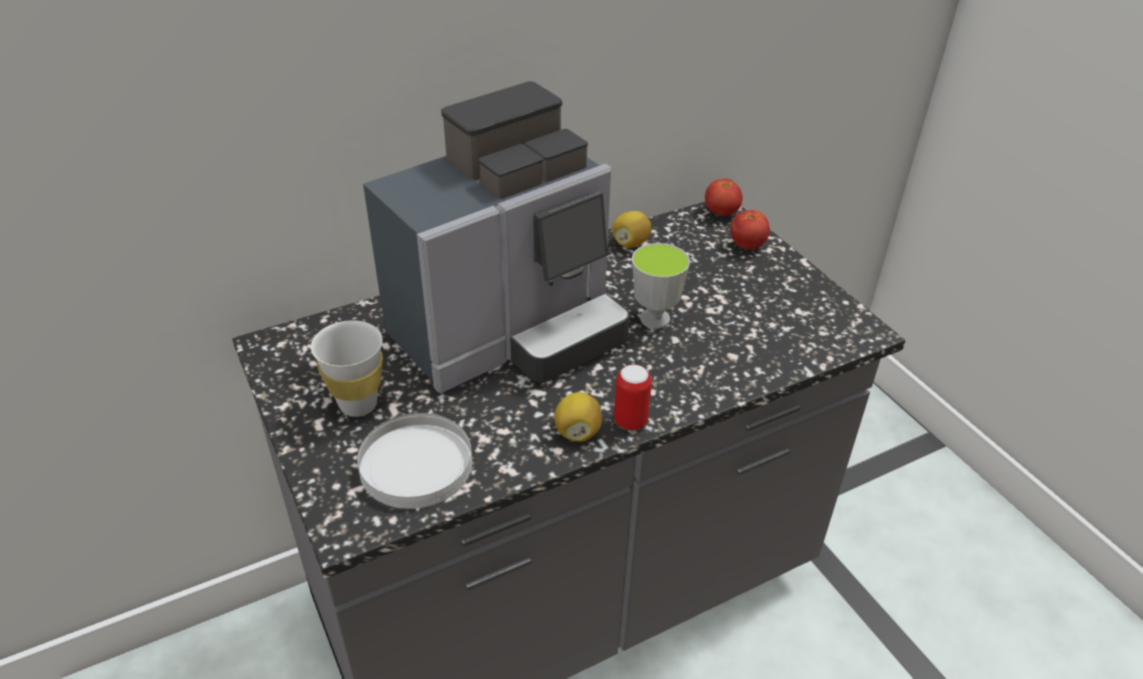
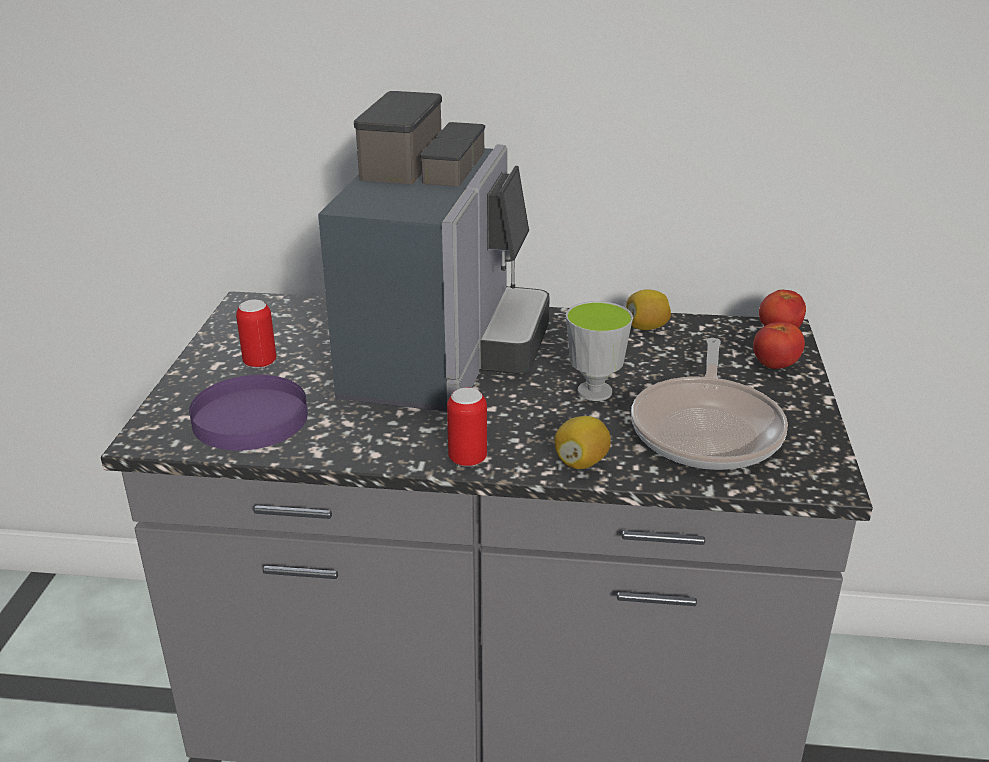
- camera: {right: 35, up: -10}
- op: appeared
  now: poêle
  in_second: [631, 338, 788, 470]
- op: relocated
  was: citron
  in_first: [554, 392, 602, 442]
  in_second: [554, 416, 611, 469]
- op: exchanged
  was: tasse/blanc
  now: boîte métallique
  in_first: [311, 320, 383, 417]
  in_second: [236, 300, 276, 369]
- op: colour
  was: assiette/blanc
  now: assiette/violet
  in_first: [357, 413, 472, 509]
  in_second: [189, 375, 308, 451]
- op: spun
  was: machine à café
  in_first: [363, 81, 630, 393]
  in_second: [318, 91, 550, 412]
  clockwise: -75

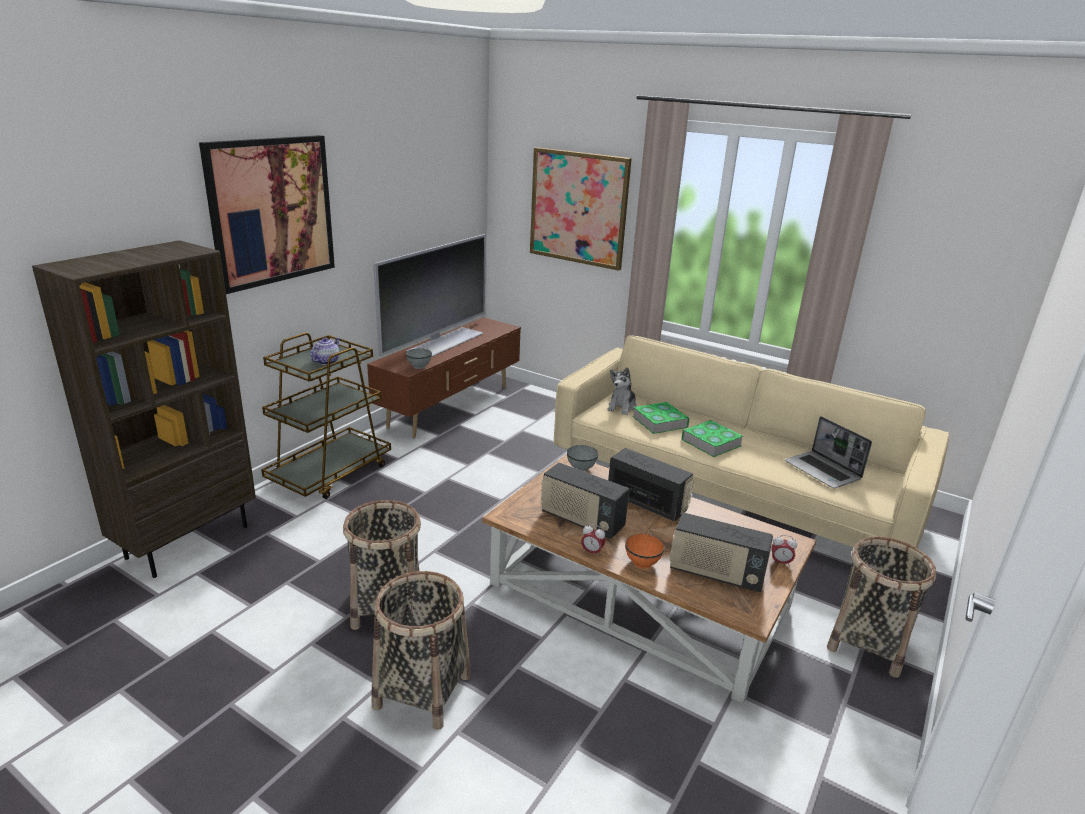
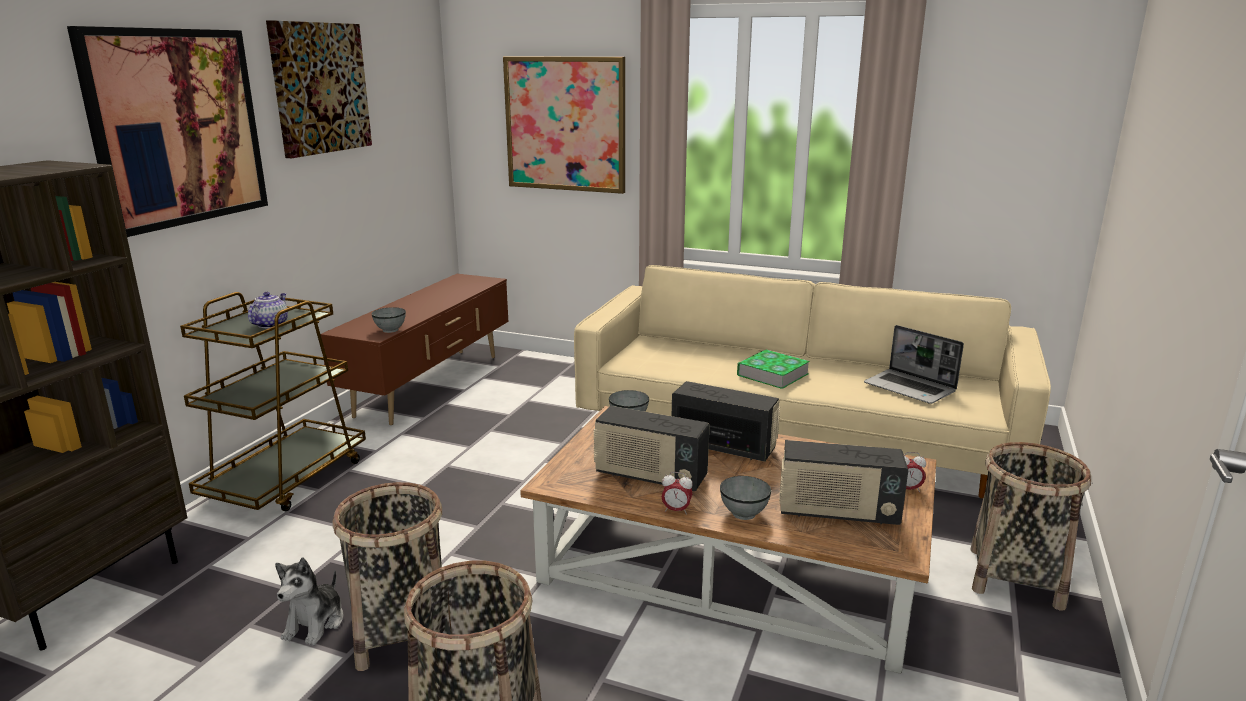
- camera: {right: -10, up: -5}
- op: missing
  was: téléviseur
  in_first: [373, 234, 486, 357]
- op: missing
  was: livre
  in_first: [632, 402, 690, 434]
- op: appeared
  now: tableau
  in_second: [266, 20, 372, 158]
- op: relocated
  was: peluche
  in_first: [607, 367, 637, 415]
  in_second: [275, 558, 344, 645]
- op: colour
  was: bol/orange
  now: bol/gris
  in_first: [625, 533, 665, 569]
  in_second: [720, 476, 771, 520]

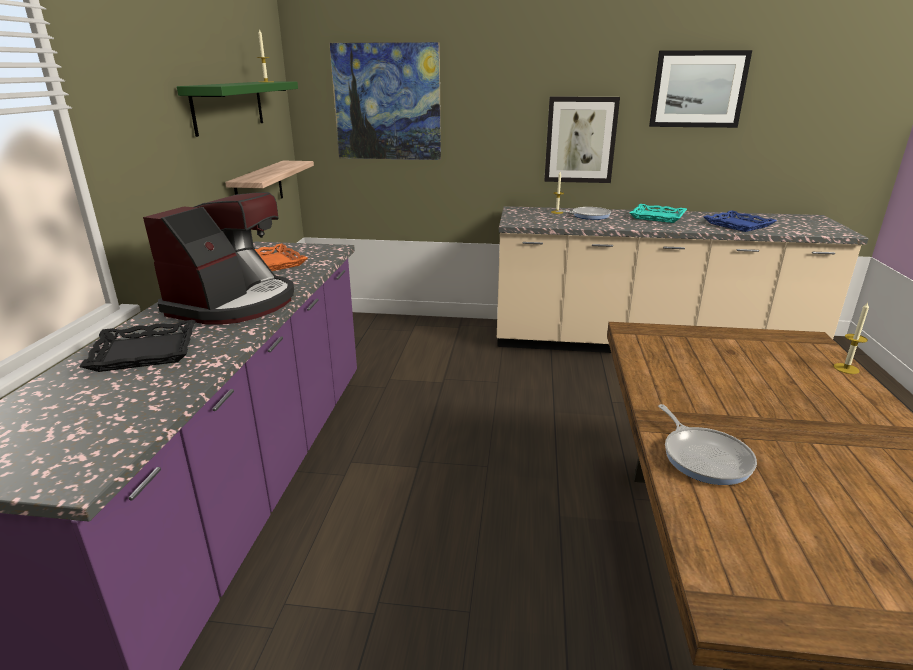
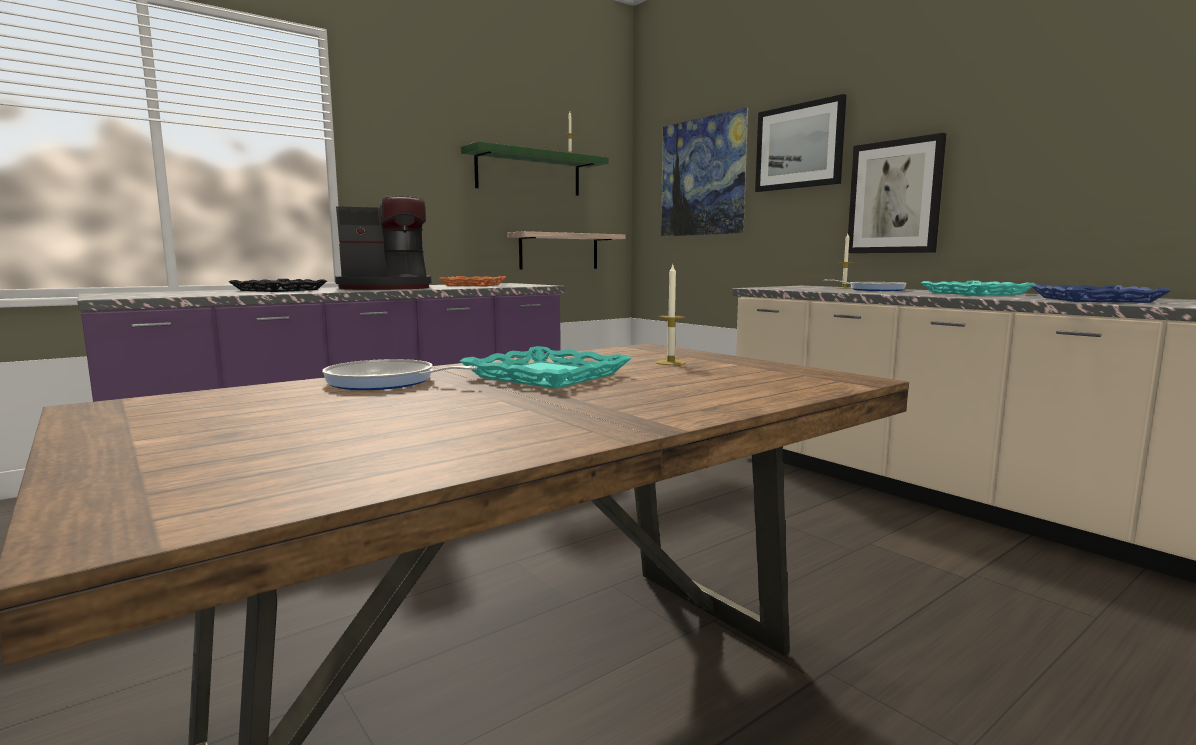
- camera: {right: 45, up: -15}
- op: appeared
  now: plateau/turquoise
  in_second: [460, 346, 632, 389]
- op: relocated
  was: tableau
  in_first: [649, 50, 752, 128]
  in_second: [755, 94, 846, 192]
- op: relocated
  was: bougie
  in_first: [834, 302, 869, 374]
  in_second: [656, 265, 686, 365]
- op: spun
  was: poêle
  in_first: [658, 404, 757, 485]
  in_second: [322, 359, 477, 390]
  clockwise: 75

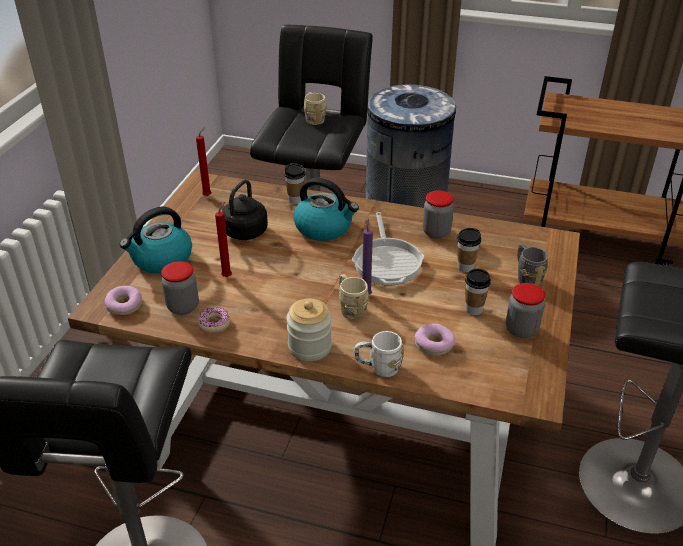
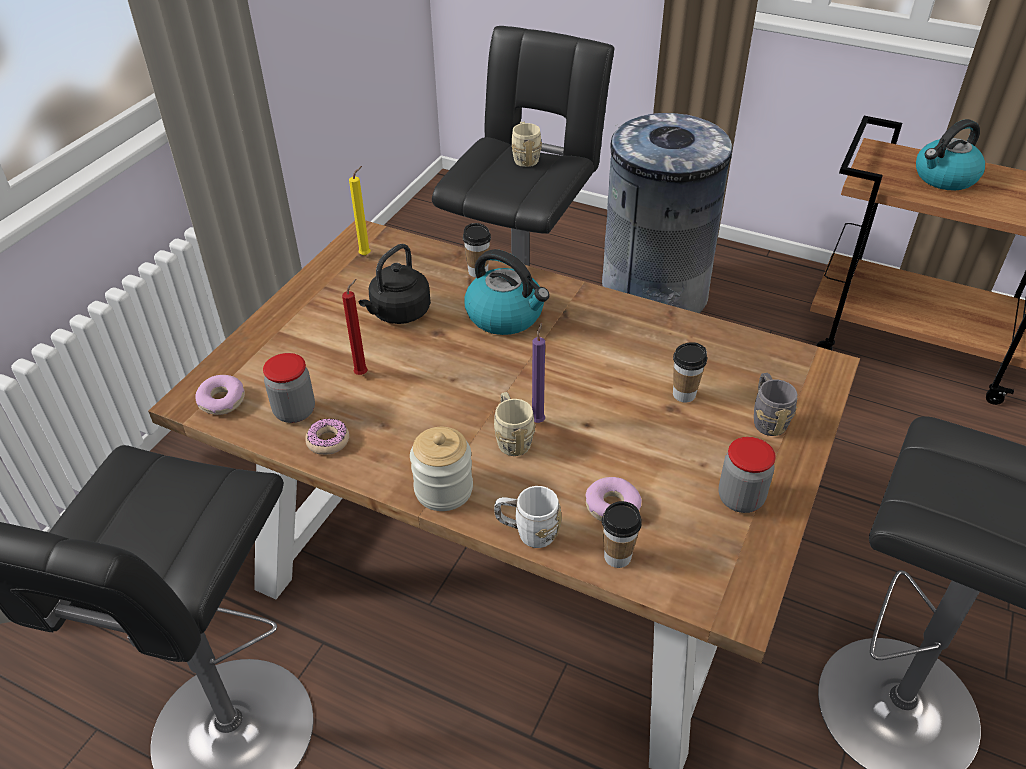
- camera: {right: 10, up: 5}
- op: missing
  was: poêle
  in_first: [352, 212, 424, 285]
- op: missing
  was: bocal
  in_first: [423, 191, 454, 239]
- op: relocated
  was: bouilloire
  in_first: [119, 206, 192, 274]
  in_second: [916, 119, 985, 191]
- op: relocated
  was: tasse
  in_first: [465, 269, 491, 315]
  in_second: [602, 501, 642, 568]
- op: colour
  was: bougie/rouge
  now: bougie/jaune
  in_first: [196, 127, 211, 196]
  in_second: [349, 166, 371, 256]

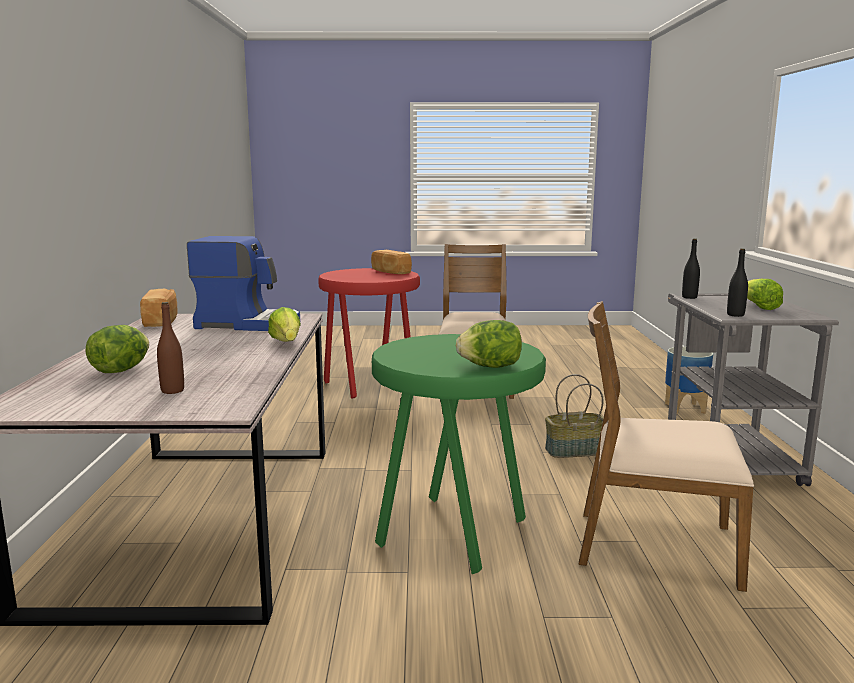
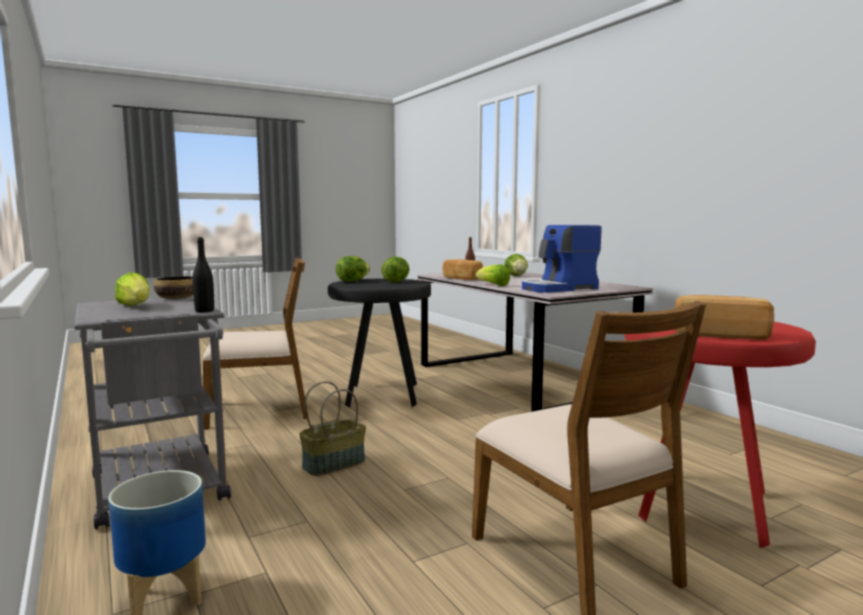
- camera: {right: 150, up: -5}
- op: appeared
  now: laitue
  in_second: [381, 256, 409, 283]
- op: relocated
  was: pain
  in_first: [140, 289, 177, 327]
  in_second: [443, 259, 483, 280]
- op: exchanged
  was: bouteille/noir
  now: bol
  in_first: [727, 248, 748, 317]
  in_second: [154, 276, 193, 299]
- op: colour
  was: tabouret/vert
  now: tabouret/noir
  in_first: [372, 334, 546, 574]
  in_second: [328, 278, 431, 408]

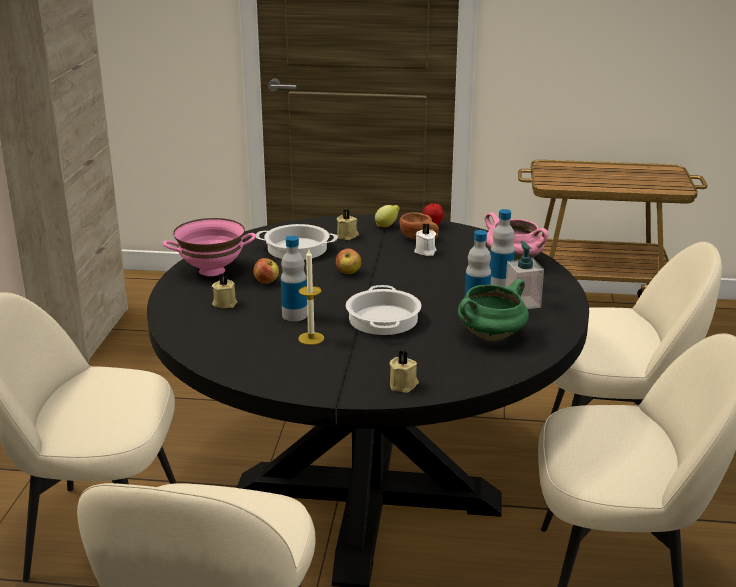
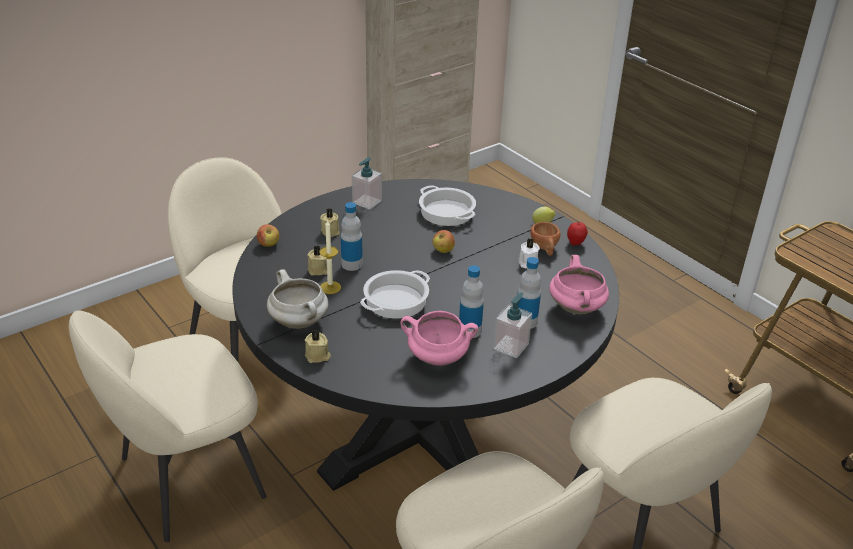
- camera: {right: 45, up: 10}
- op: appeared
  now: marmite/blanc
  in_second: [267, 269, 328, 329]
- op: relocated
  was: pomme
  in_first: [253, 258, 279, 284]
  in_second: [257, 224, 279, 247]
- op: relocated
  was: bougie/beige
  in_first: [337, 209, 359, 240]
  in_second: [307, 246, 327, 275]
- op: exchanged
  was: bol/rose
  now: distributeur de savon
  in_first: [163, 218, 256, 276]
  in_second: [352, 157, 382, 209]
- op: colour
  was: marmite/vert
  now: marmite/rose
  in_first: [458, 279, 529, 341]
  in_second: [400, 311, 478, 366]

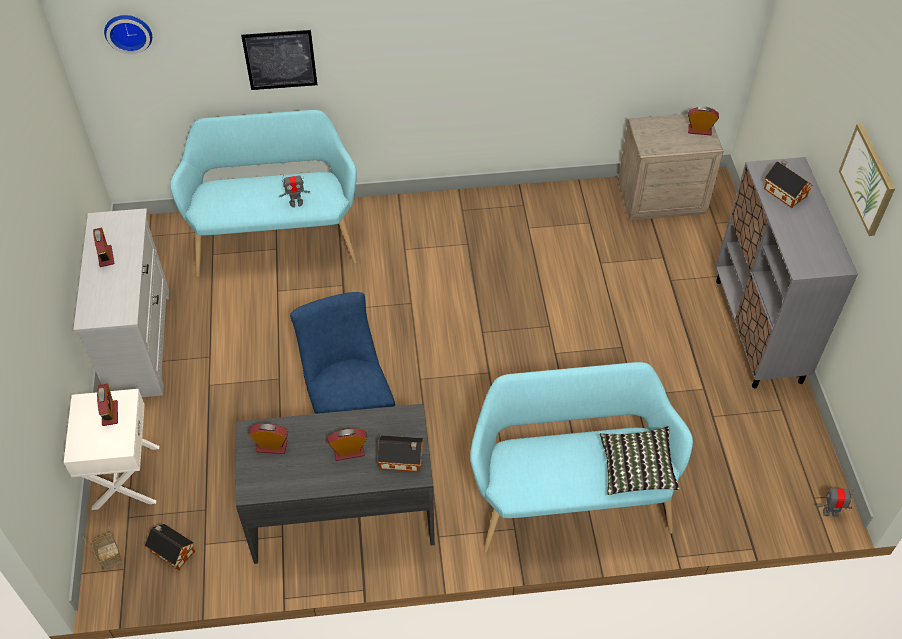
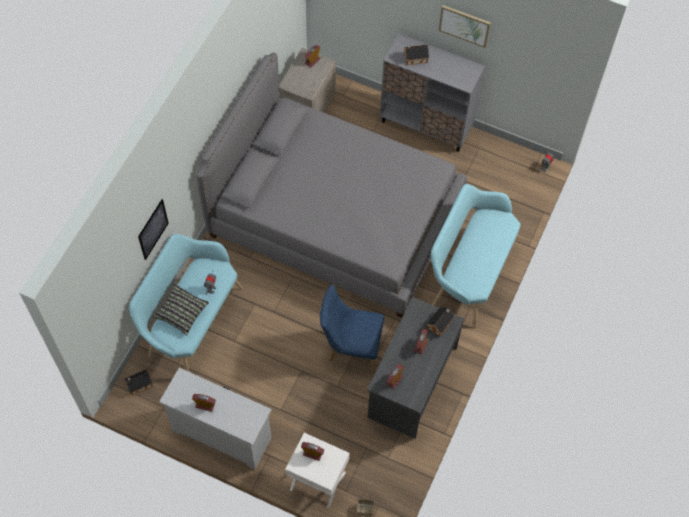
- camera: {right: -60, up: 10}
- op: missing
  was: horloge murale
  in_first: [104, 15, 152, 54]
- op: appeared
  now: lit/gris
  in_second: [196, 52, 467, 318]
- op: relocated
  was: maison miniature
  in_first: [145, 524, 195, 570]
  in_second: [124, 369, 153, 395]
- op: relocated
  was: coussin
  in_first: [600, 427, 680, 495]
  in_second: [153, 283, 209, 335]

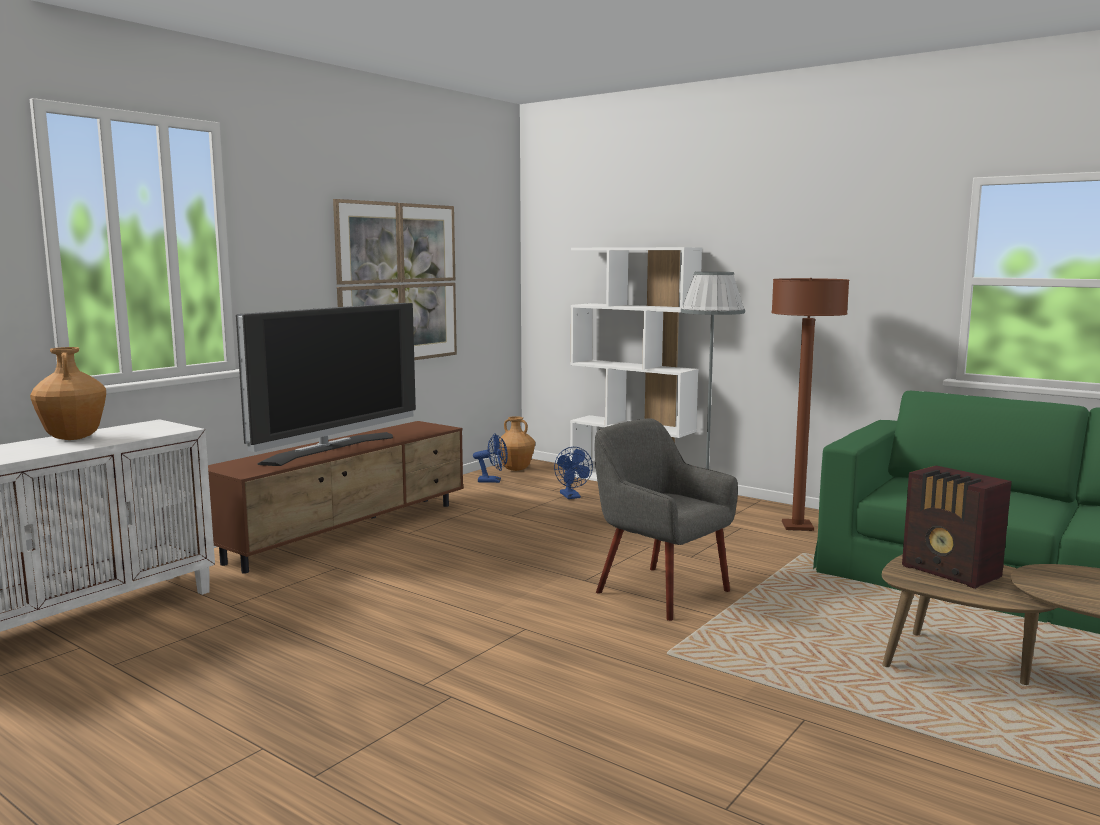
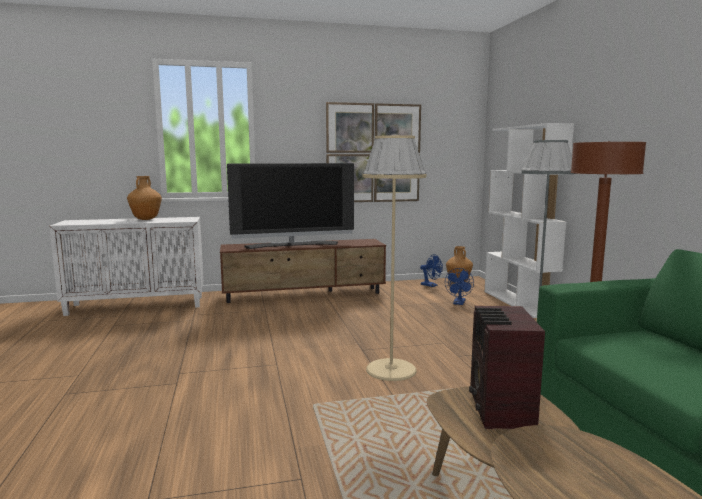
- camera: {right: 40, up: 0}
- op: exchanged
  was: fauteuil/gris
  now: lampadaire/beige
  in_first: [595, 418, 738, 621]
  in_second: [362, 135, 426, 381]

